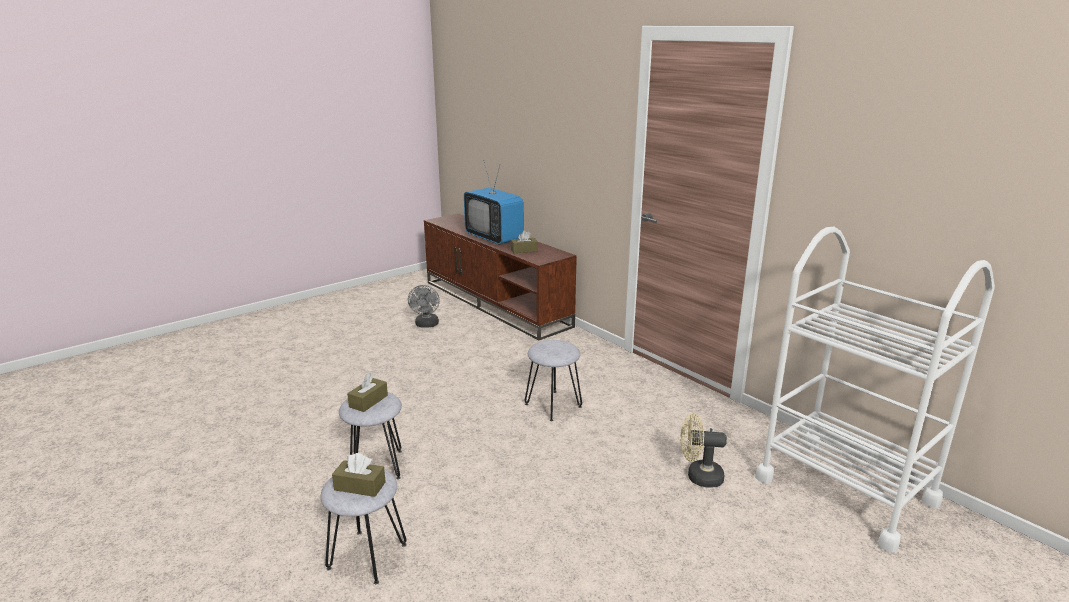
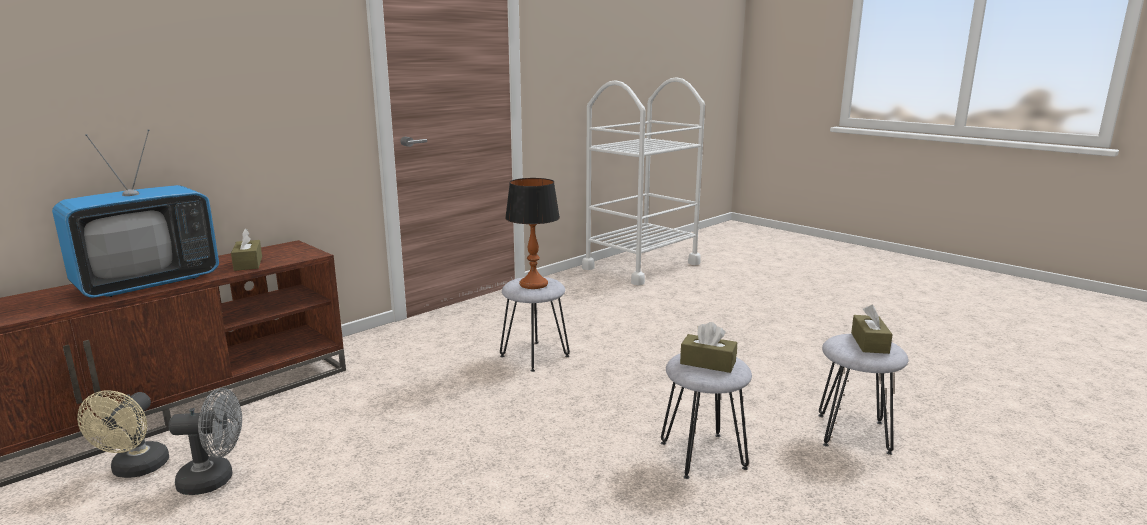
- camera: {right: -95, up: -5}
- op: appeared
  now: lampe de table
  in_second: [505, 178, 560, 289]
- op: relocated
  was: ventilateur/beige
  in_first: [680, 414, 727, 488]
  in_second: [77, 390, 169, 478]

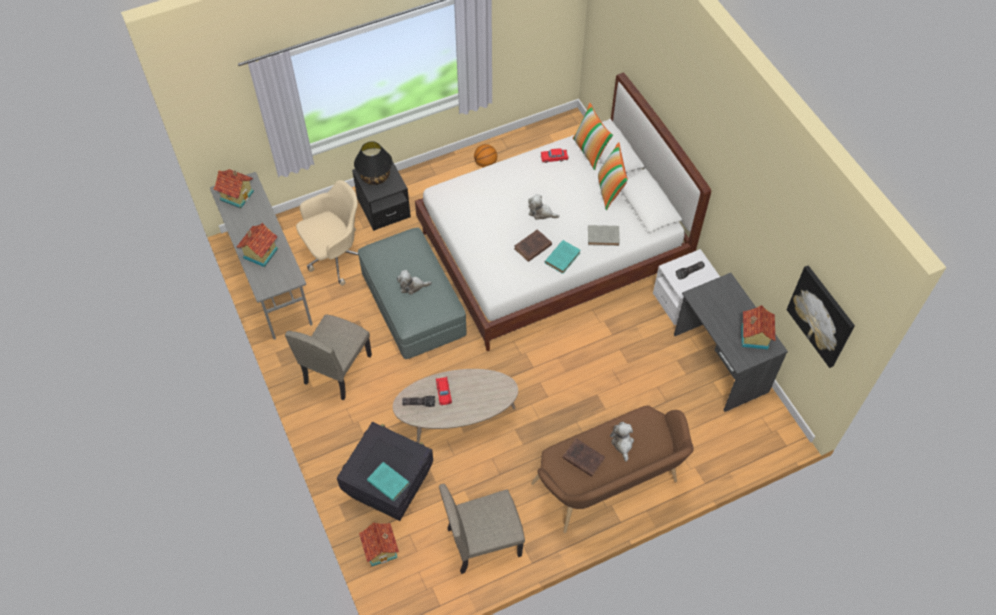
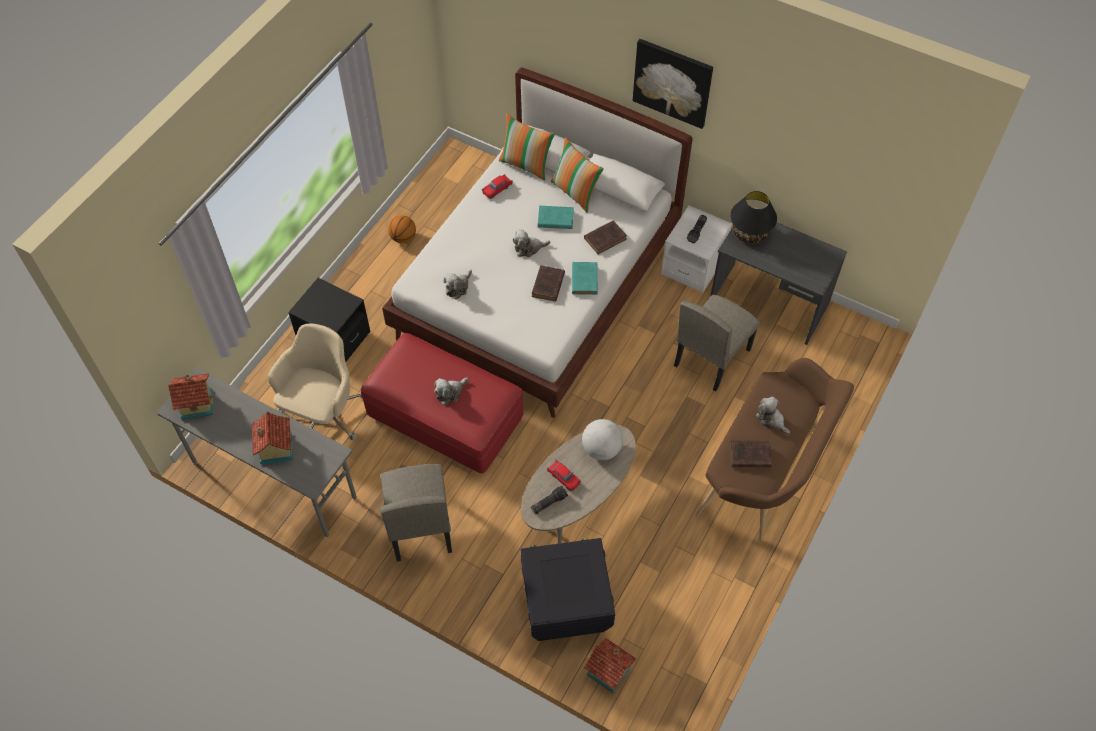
- camera: {right: -35, up: 0}
- op: missing
  was: maison miniature
  in_first: [742, 305, 775, 349]
- op: appeared
  now: peluche
  in_second: [443, 270, 472, 300]
- op: appeared
  now: globe
  in_second: [582, 419, 623, 460]
- op: relocated
  was: lampe de table/noir
  in_first: [354, 141, 393, 185]
  in_second: [730, 191, 777, 244]
- op: relocated
  was: livre/turquoise
  in_first: [367, 462, 409, 501]
  in_second: [538, 206, 574, 229]
- op: relocated
  was: chaise/beige
  in_first: [439, 484, 525, 574]
  in_second: [674, 294, 760, 392]
- op: relocated
  was: tableau
  in_first: [787, 265, 855, 368]
  in_second: [633, 39, 713, 129]
- op: colour
  was: pouf/gris
  now: pouf/rouge
  in_first: [358, 227, 467, 359]
  in_second: [361, 333, 523, 473]
- op: colour
  was: livre/gris
  now: livre/marron
  in_first: [588, 225, 620, 246]
  in_second: [584, 220, 627, 254]

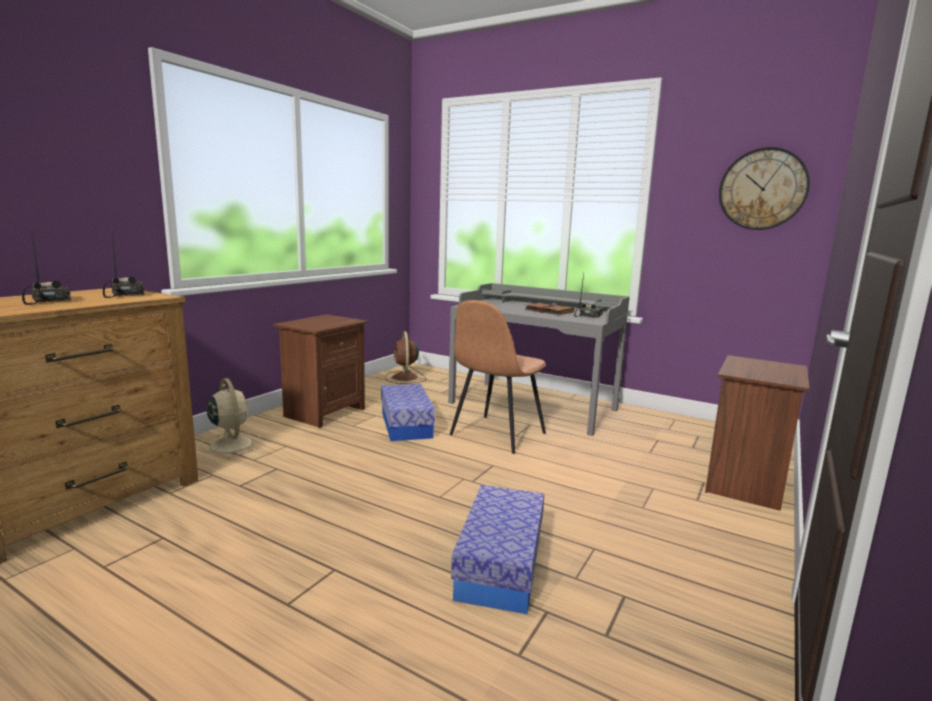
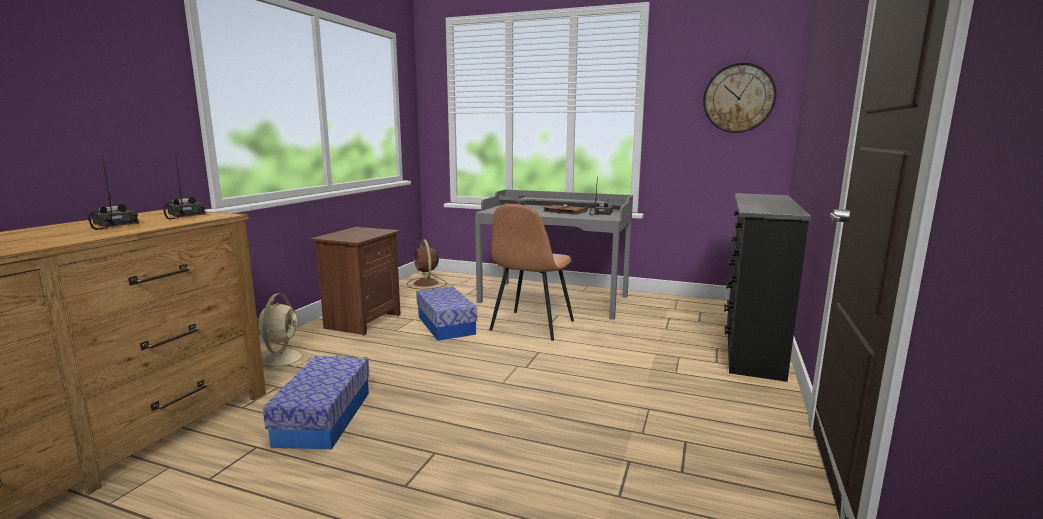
- camera: {right: -10, up: 0}
- op: relocated
  was: boîte de rangement
  in_first: [451, 485, 544, 614]
  in_second: [263, 356, 370, 449]
- op: exchanged
  was: table de chevet/marron
  now: commode/noir
  in_first: [705, 355, 810, 511]
  in_second: [724, 193, 811, 382]
- op: spun
  was: ventilateur/beige
  in_first: [197, 378, 263, 458]
  in_second: [257, 293, 313, 371]
  clockwise: 45

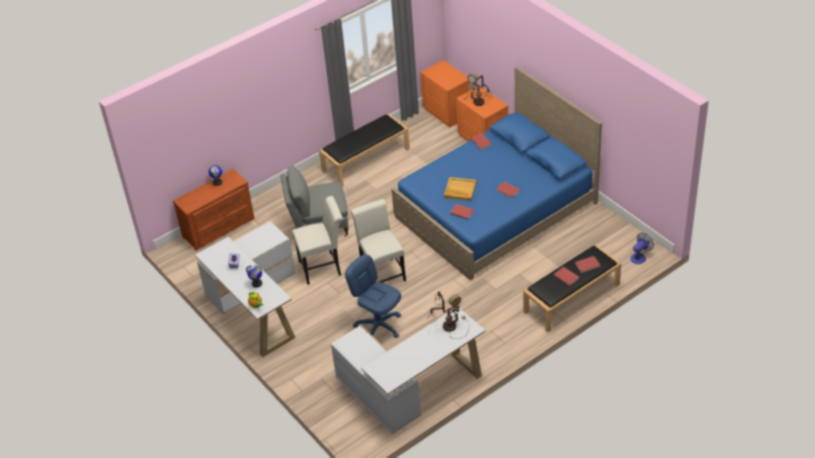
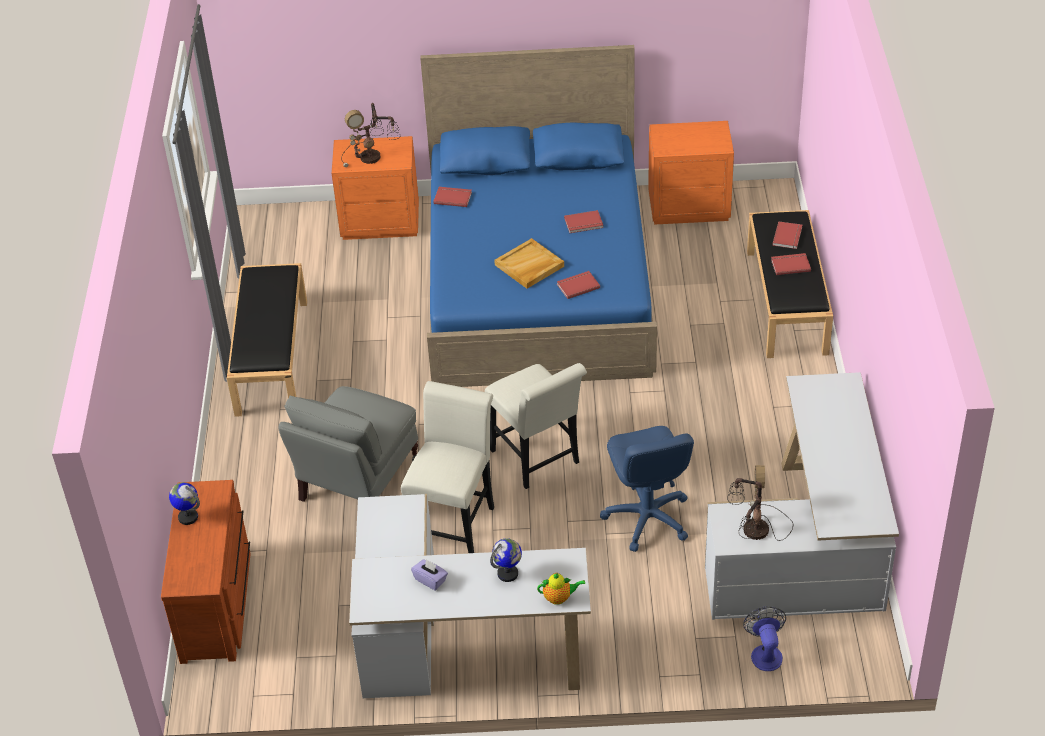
- camera: {right: -55, up: 0}
- op: relocated
  was: table de chevet/orange
  in_first: [420, 60, 471, 127]
  in_second: [648, 121, 734, 225]
- op: relocated
  was: lampe de table
  in_first: [428, 291, 469, 339]
  in_second: [727, 465, 793, 541]
- op: relocated
  was: ventilateur
  in_first: [630, 233, 654, 264]
  in_second: [743, 606, 786, 671]
- op: spun
  was: chaise de bureau/bleu
  in_first: [345, 255, 401, 338]
  in_second: [600, 426, 694, 552]
  clockwise: -90
- op: spun
  was: chaise/blanc
  in_first: [350, 199, 406, 283]
  in_second: [485, 363, 587, 489]
  clockwise: -135

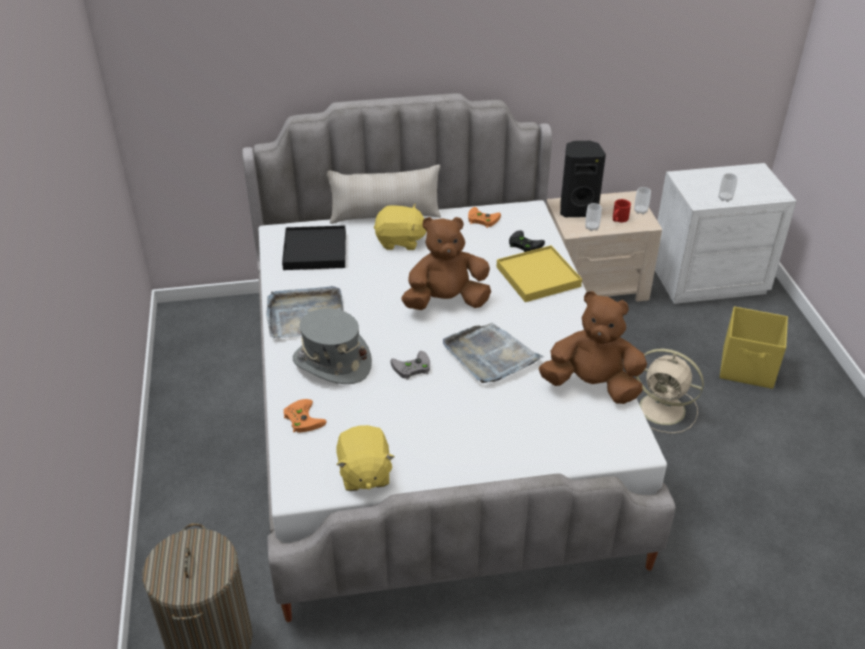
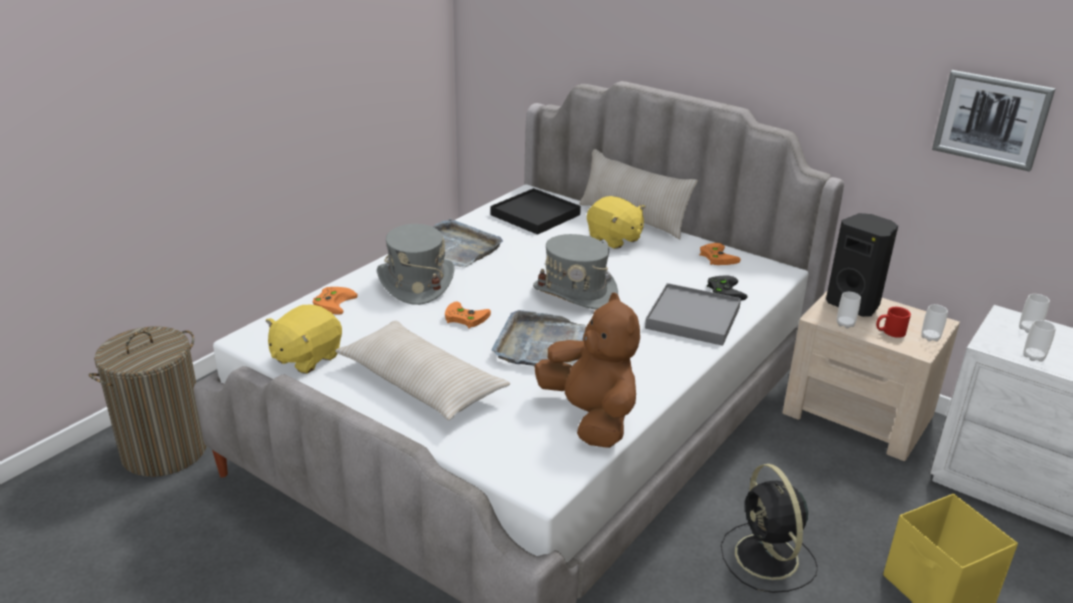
- camera: {right: 45, up: -10}
- op: appeared
  now: coussin/beige
  in_second: [335, 321, 510, 420]
- op: appeared
  now: tableau
  in_second: [932, 70, 1056, 172]
- op: appeared
  now: tasse
  in_second: [1019, 294, 1050, 333]
- op: exchanged
  was: peluche/marron
  now: chapeau/gris
  in_first: [401, 217, 491, 310]
  in_second: [533, 234, 618, 310]
- op: colour
  was: manette/gris
  now: manette/orange
  in_first: [390, 351, 430, 380]
  in_second: [445, 302, 491, 328]
- op: colour
  was: plateau/jaune
  now: plateau/gris
  in_first: [496, 245, 582, 302]
  in_second: [645, 283, 741, 346]
- op: colour
  was: ventilateur/beige
  now: ventilateur/noir
  in_first: [636, 349, 704, 434]
  in_second: [721, 464, 818, 593]

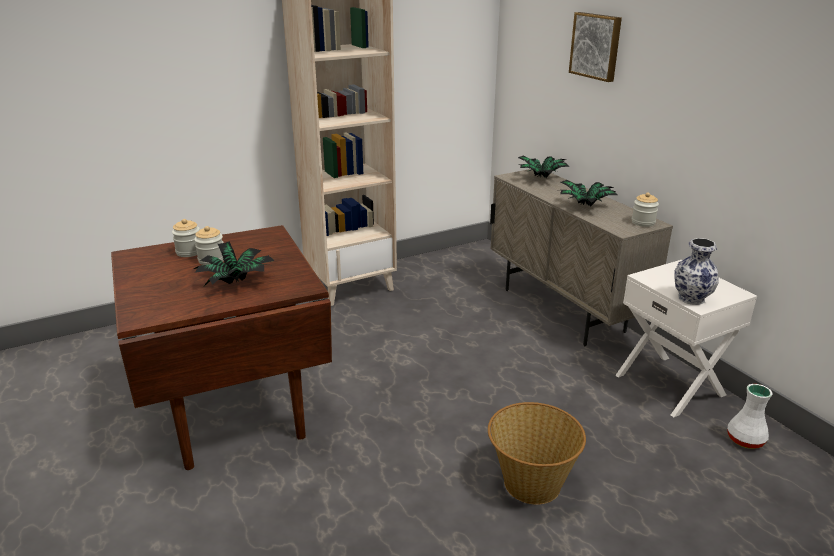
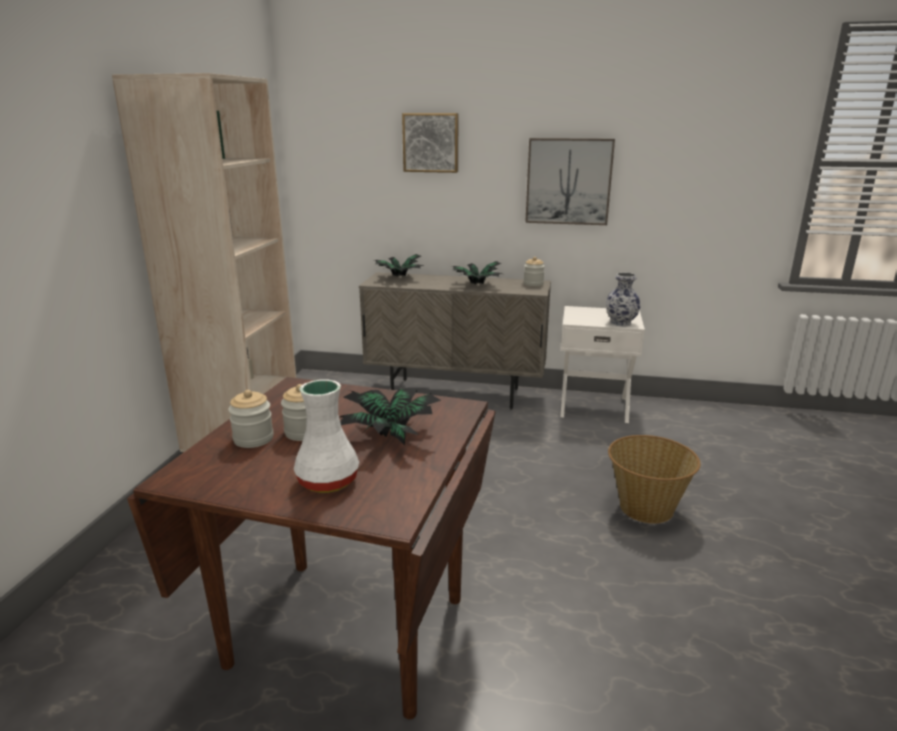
- camera: {right: -50, up: -5}
- op: appeared
  now: tableau
  in_second: [525, 138, 615, 225]
- op: relocated
  was: vase/blanc
  in_first: [727, 384, 772, 449]
  in_second: [294, 379, 359, 493]

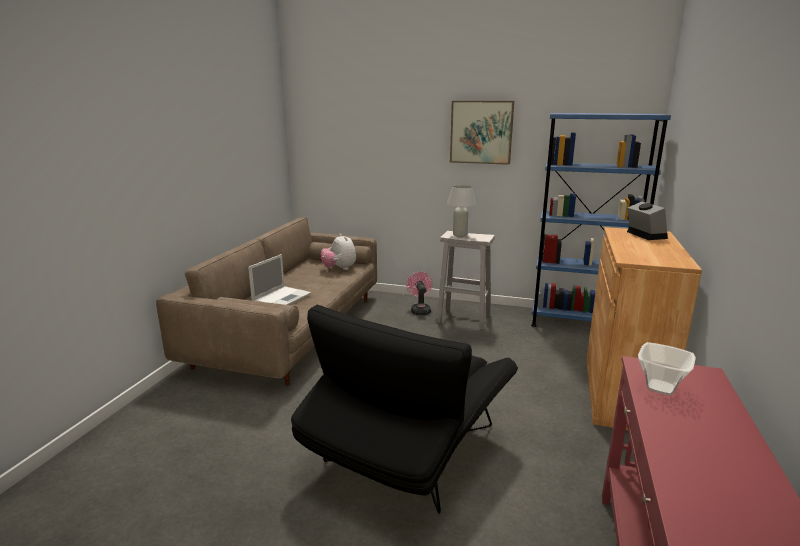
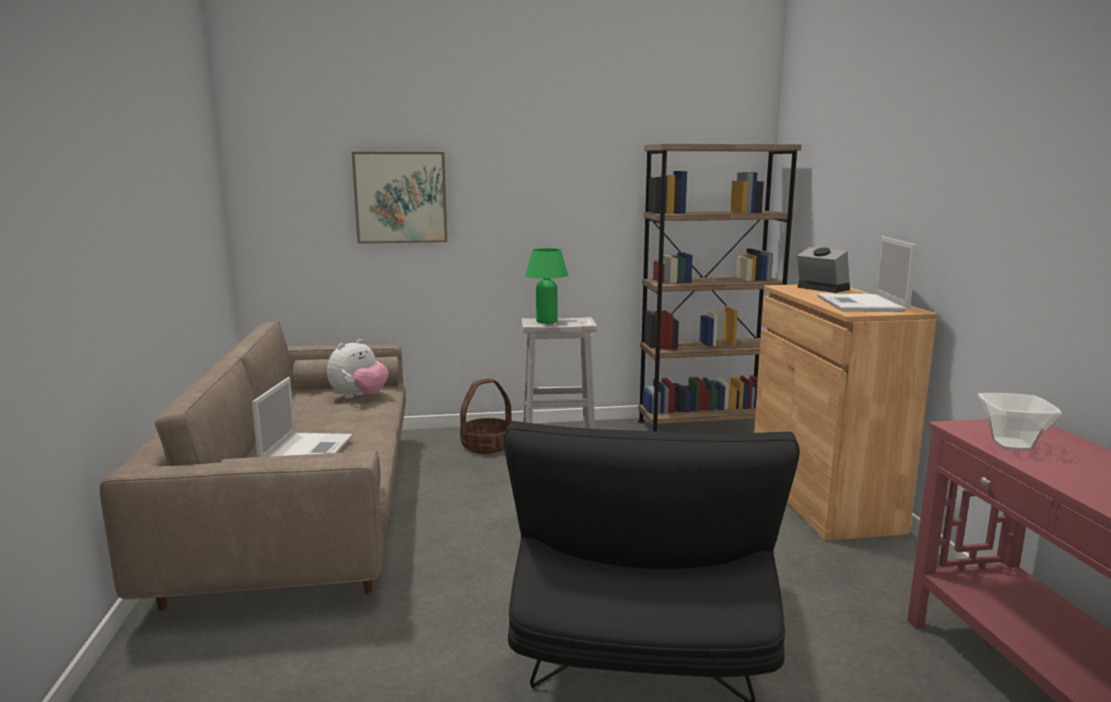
- camera: {right: -25, up: -5}
- op: appeared
  now: ordinateur portable
  in_second: [817, 236, 917, 312]
- op: relocated
  was: tableau
  in_first: [450, 101, 514, 165]
  in_second: [352, 152, 447, 244]
- op: exchanged
  was: ventilateur/rose
  now: panier
  in_first: [407, 272, 432, 315]
  in_second: [460, 378, 512, 454]
- op: colour
  was: lampe de table/blanc
  now: lampe de table/vert
  in_first: [447, 185, 476, 237]
  in_second: [525, 248, 568, 324]
- op: colour
  was: bibliothèque/bleu
  now: bibliothèque/marron
  in_first: [531, 113, 671, 327]
  in_second: [638, 144, 801, 431]
- op: spun
  was: peluche
  in_first: [321, 234, 356, 270]
  in_second: [327, 339, 389, 399]
  clockwise: -90

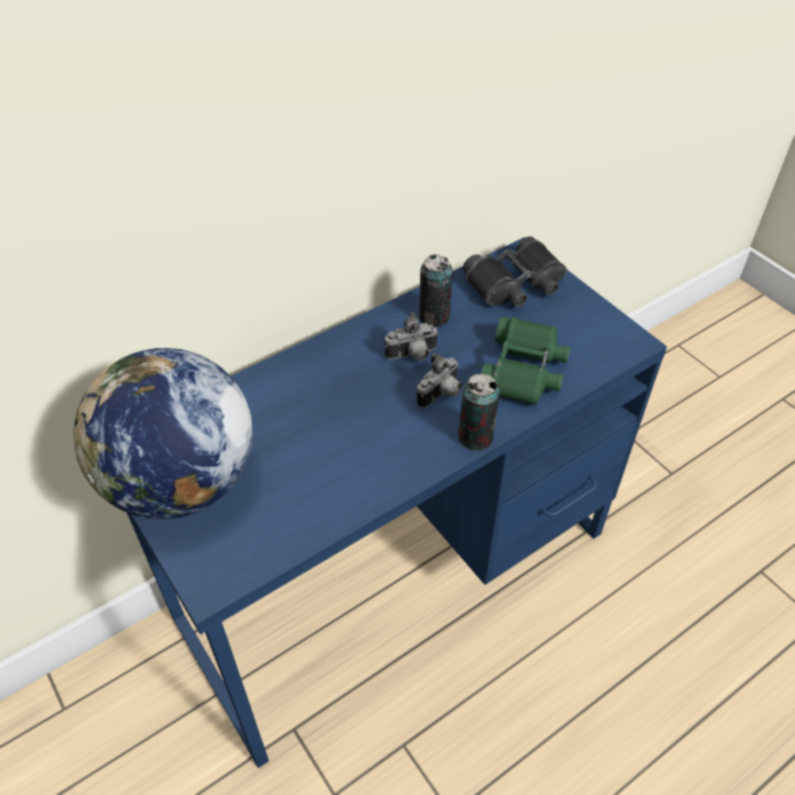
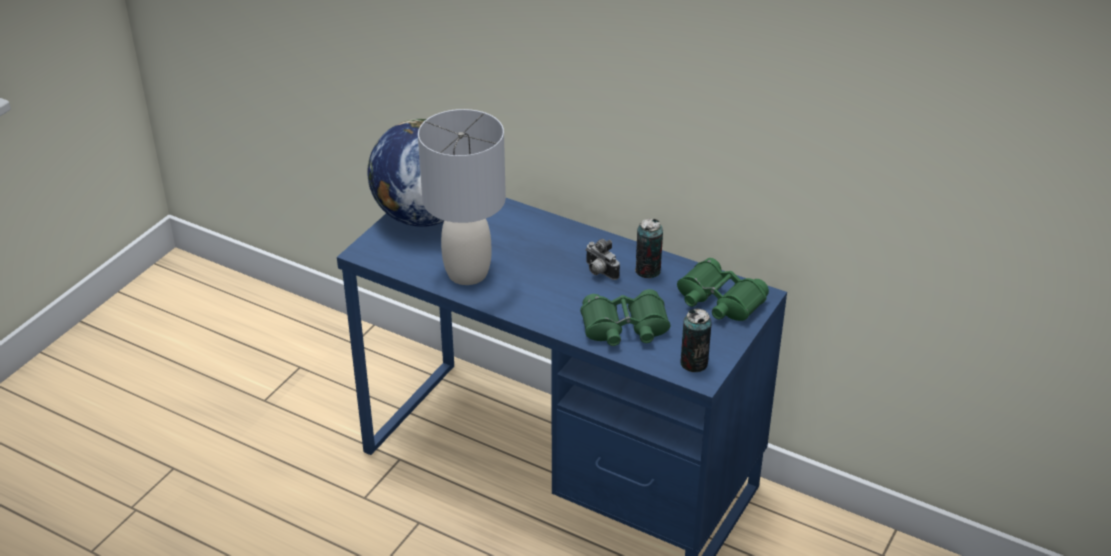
- camera: {right: 65, up: -10}
- op: missing
  was: appareil photo
  in_first: [416, 352, 462, 408]
- op: appeared
  now: lampe de table/gris
  in_second: [418, 109, 506, 285]
- op: relocated
  was: boîte métallique
  in_first: [458, 374, 500, 451]
  in_second: [681, 309, 712, 372]
- op: colour
  was: jumelles/noir
  now: jumelles/vert
  in_first: [463, 237, 567, 307]
  in_second: [677, 258, 769, 321]

